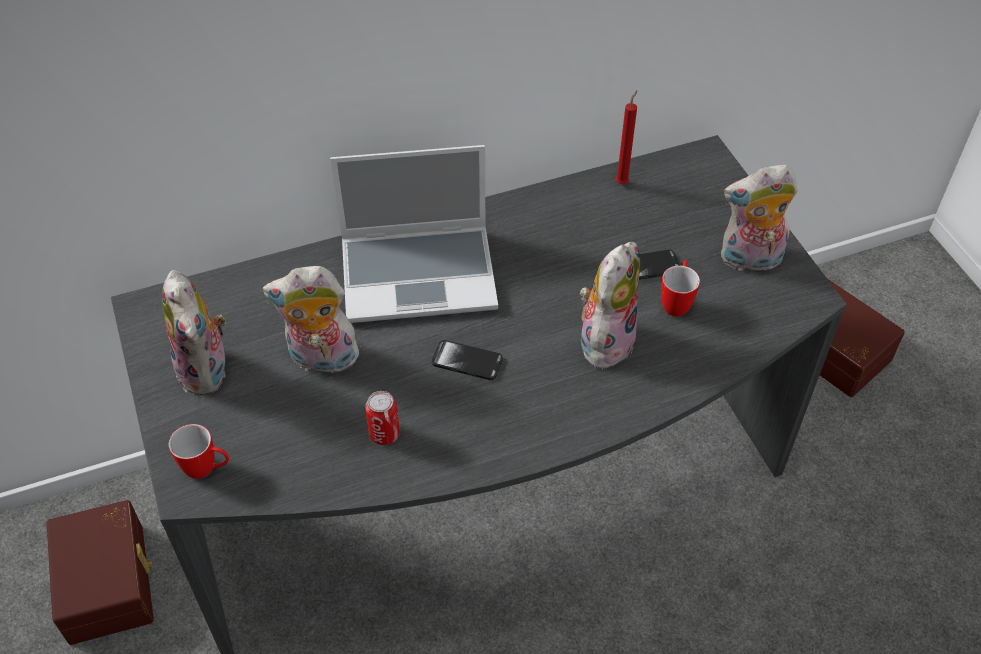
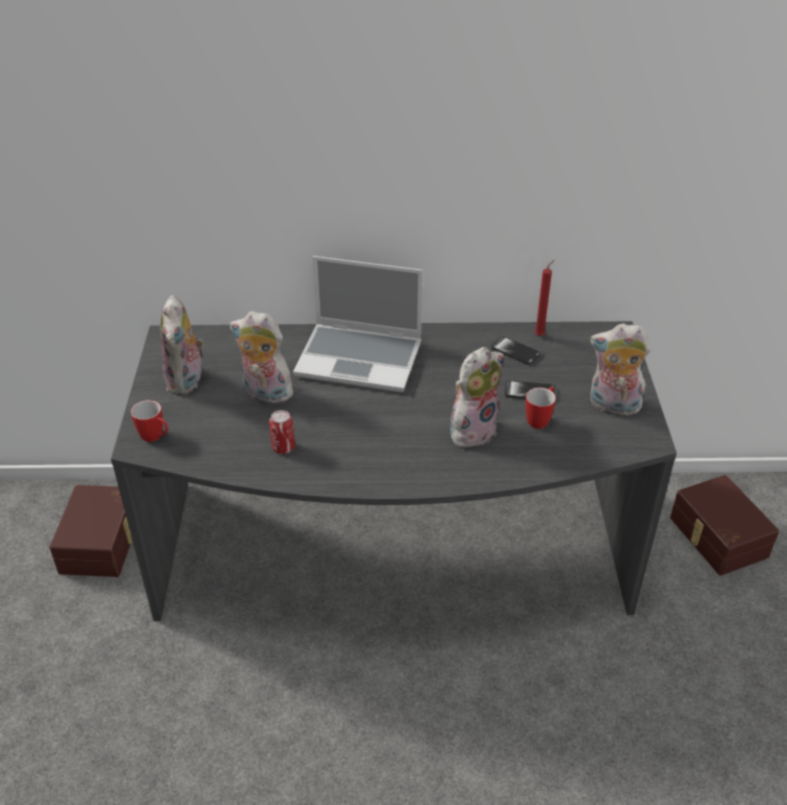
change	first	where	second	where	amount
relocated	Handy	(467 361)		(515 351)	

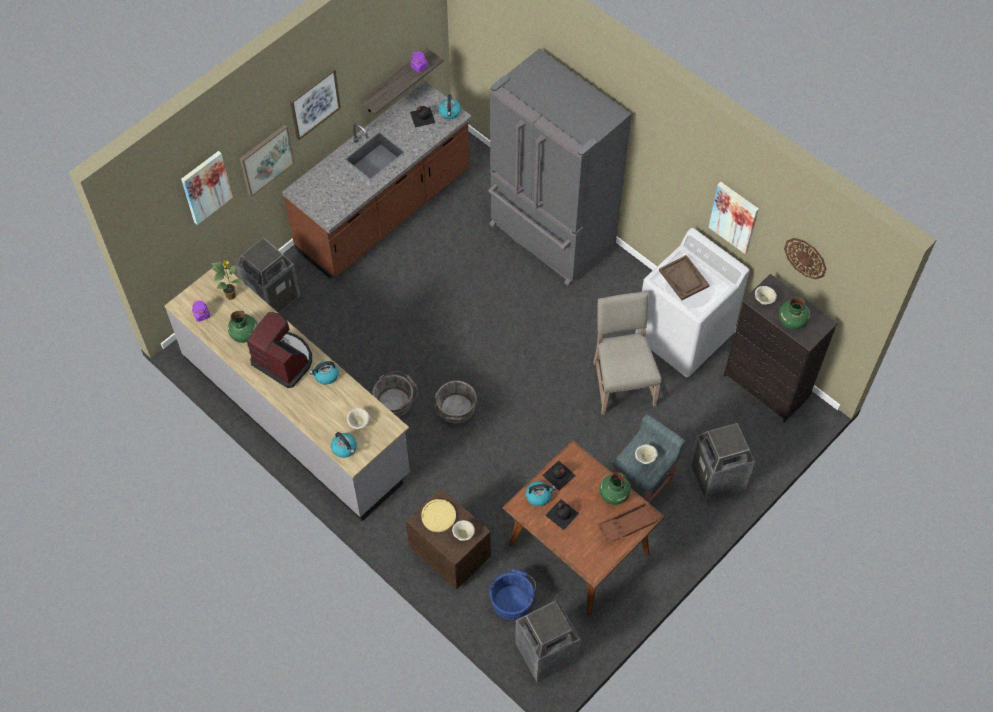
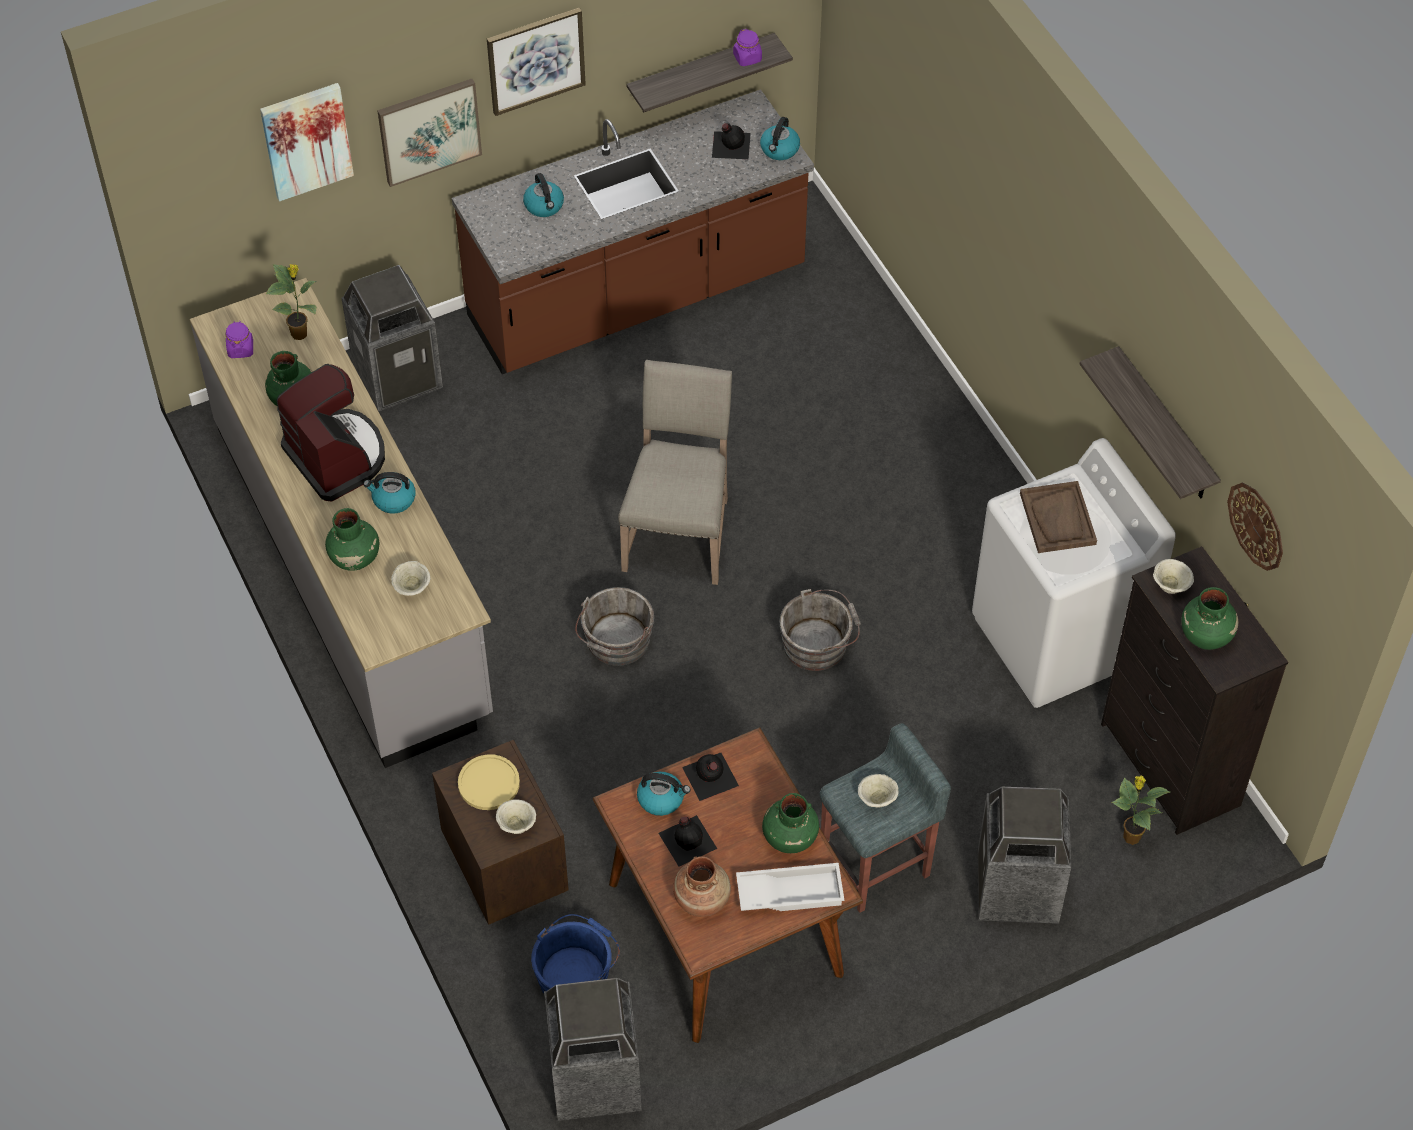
change	first	where	second	where	amount
missing	Kühlschrank (grau)	(550 237)			
exchanged	Bild	(734 217)	Wandregal	(1165 428)	
relocated	Stuhl (beige)	(621 382)		(679 532)	
relocated	Eimer (grau)	(396 402)		(818 644)	
relocated	Wasserkessel	(344 448)		(544 206)	
colour	Tablett (braun)	(626 524)	Tablett (weiß)	(790 891)	
appeared			Vase (grün)	(355 557)	
appeared			Topfpflanze	(1130 836)	
appeared			Vase (braun)	(702 899)	

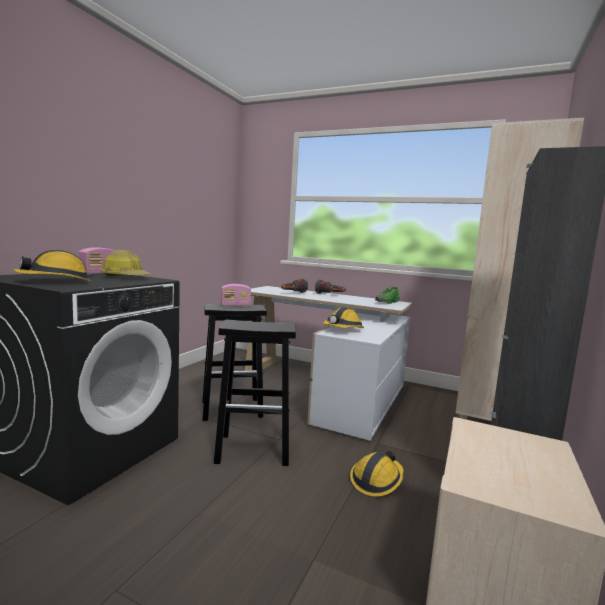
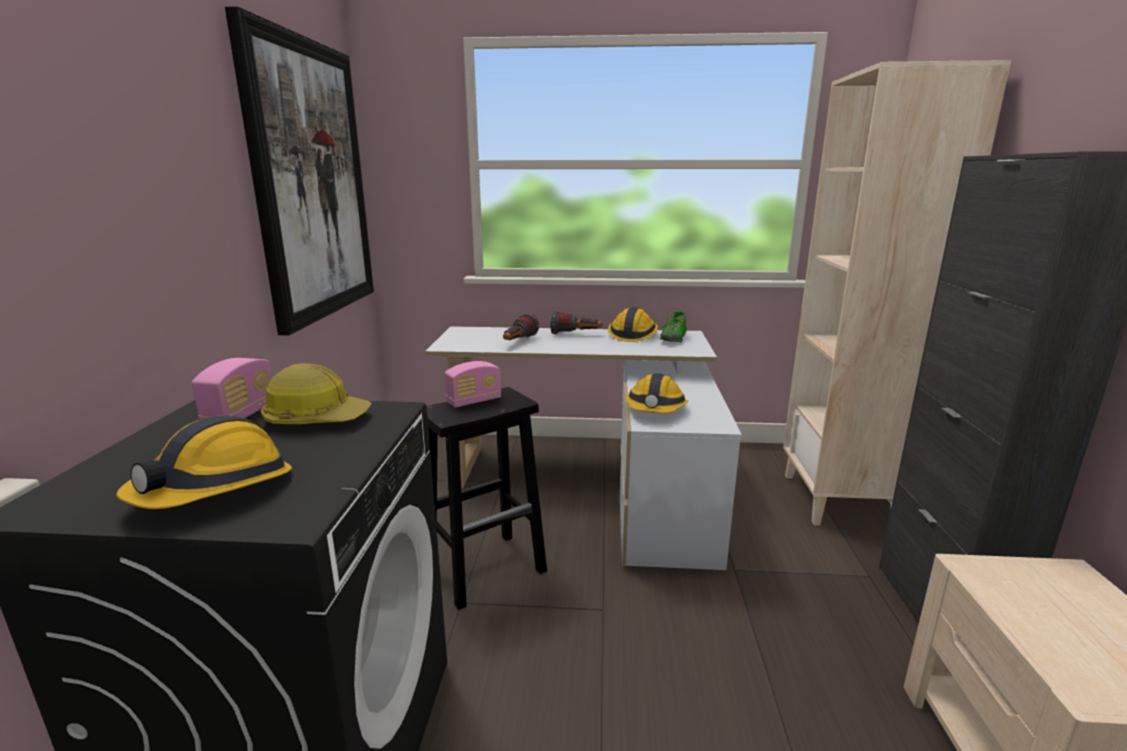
change	first	where	second	where	amount
missing	Hocker (schwarz)	(255 449)			
relocated	Schutzhelm	(377 480)		(633 334)	
appeared			Bild	(311 182)	

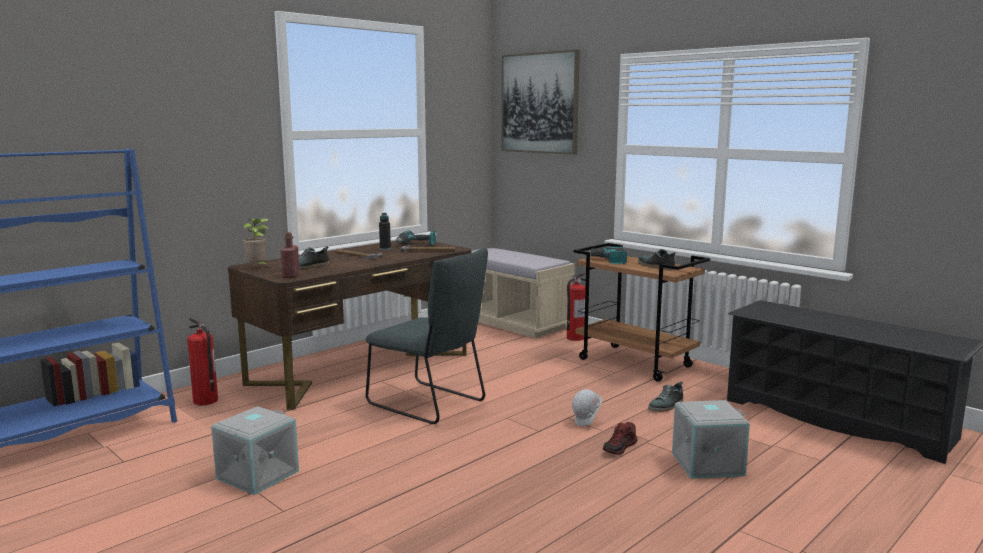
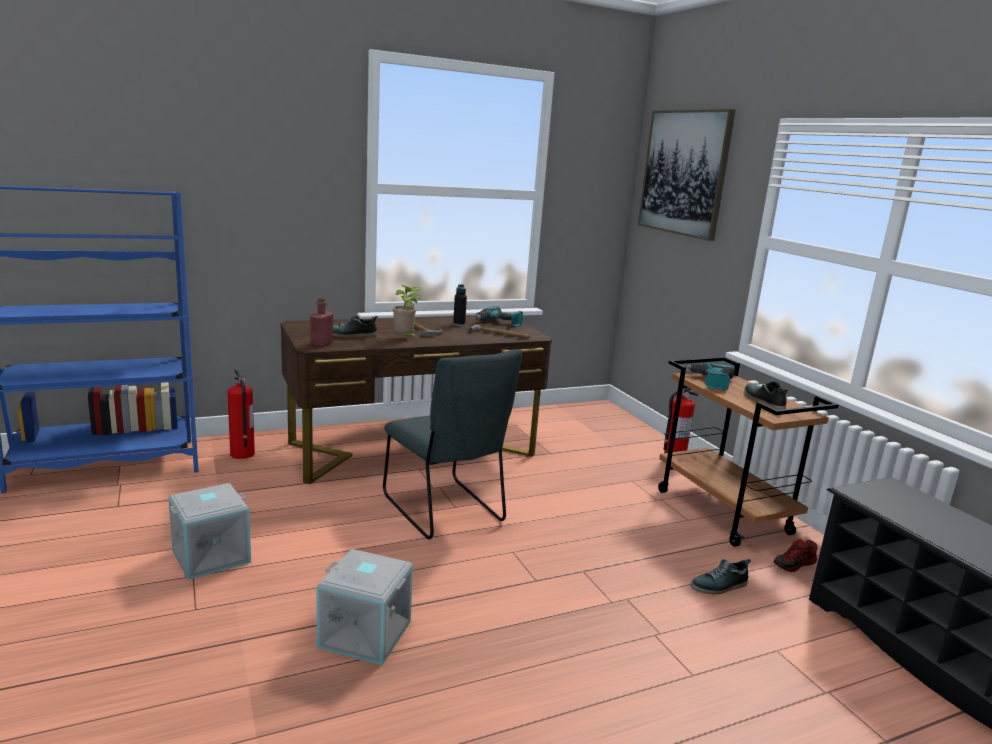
change	first	where	second	where	amount
relocated	Topfpflanze	(257 267)		(405 338)	
missing	Bank (beige)	(513 323)			
missing	Schutzhelm (weiß)	(587 423)			
relocated	Aufbewahrungsbox (grau)	(707 463)		(366 633)	
relocated	Schuh	(620 447)		(794 564)	

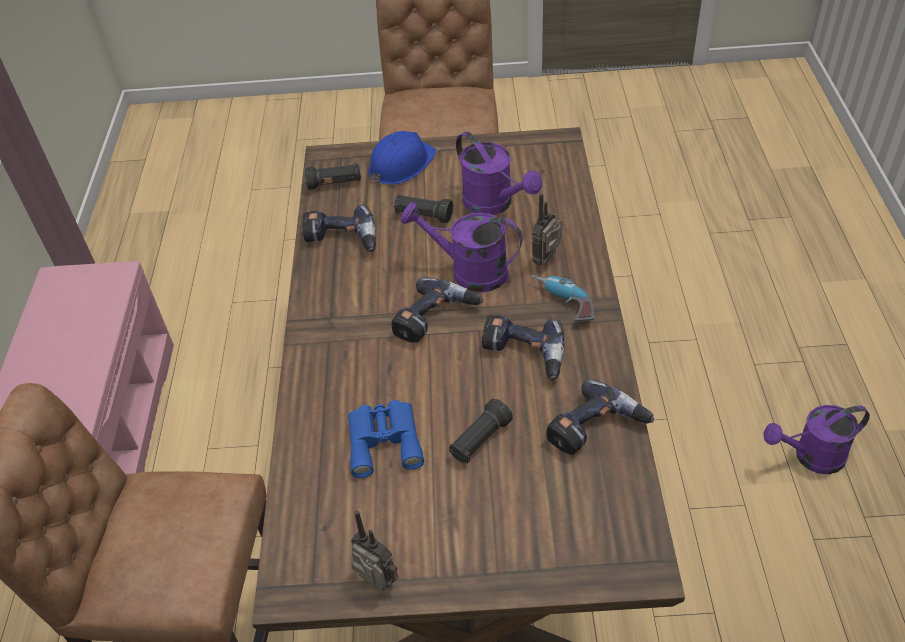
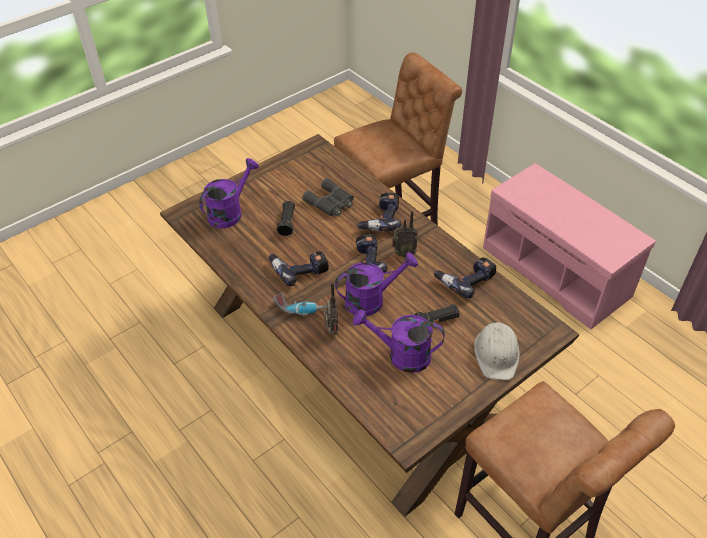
change	first	where	second	where	amount
colour	Schutzhelm (blau)	(401 164)	Schutzhelm (weiß)	(497 353)	
missing	Taschenlampe (schwarz)	(335 184)			
relocated	Bohrmaschine	(596 431)		(380 219)	
colour	Fernglas (blau)	(384 440)	Fernglas (grau)	(330 203)	
relocated	Gießkanne (lila)	(811 457)		(230 212)	
relocated	Radio	(377 584)		(403 253)	

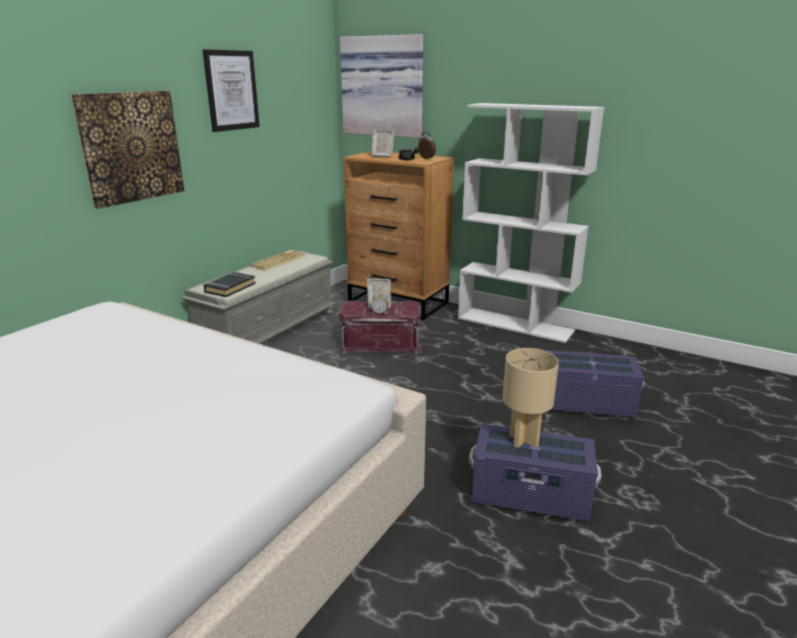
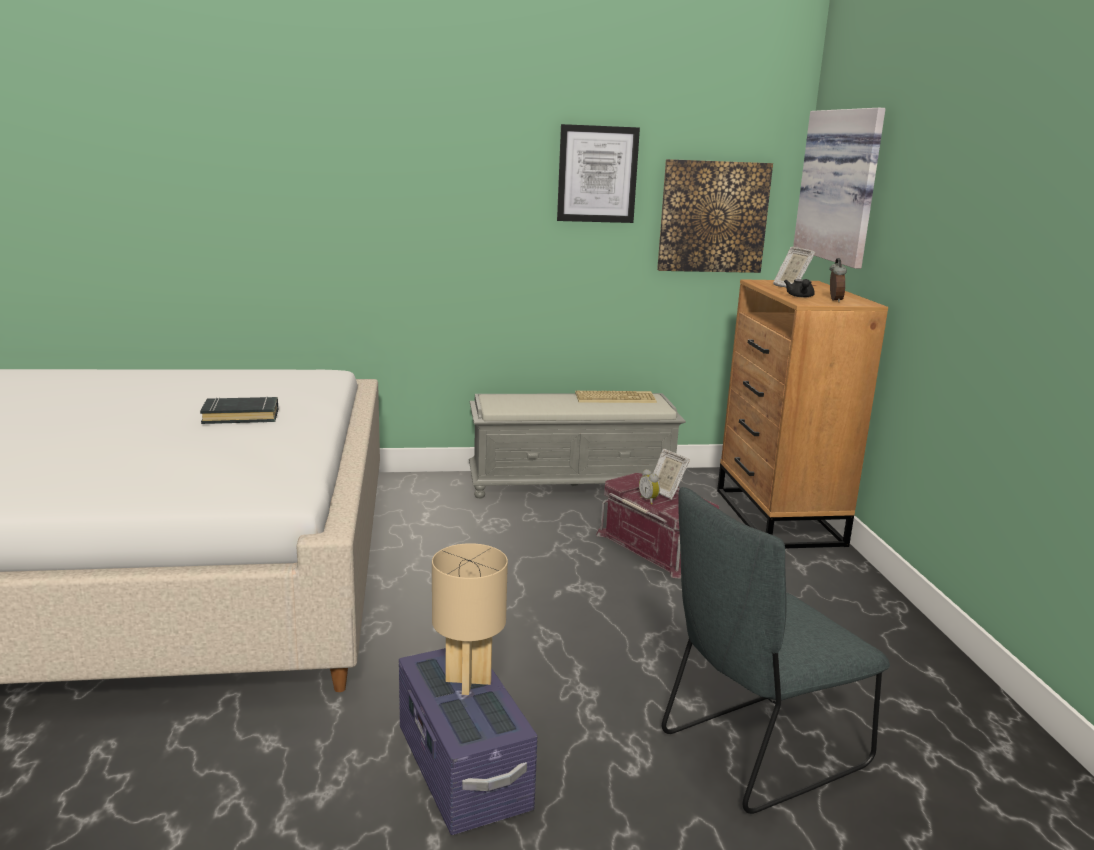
change	first	where	second	where	amount
relocated	Bild	(131 147)		(713 217)	
missing	Bücherregal (weiß)	(515 324)			
relocated	Buch (schwarz)	(230 288)		(241 416)	
exchanged	Aufbewahrungsbox (lila)	(586 403)	Stuhl (grau)	(756 752)	

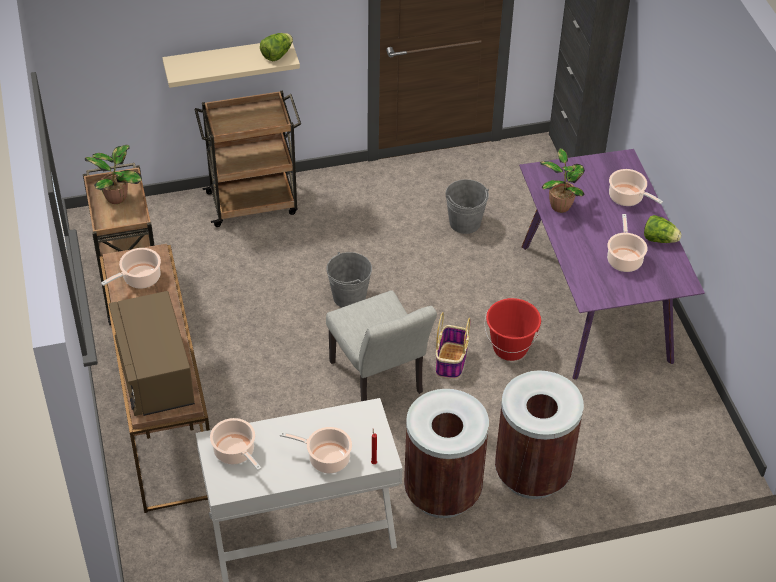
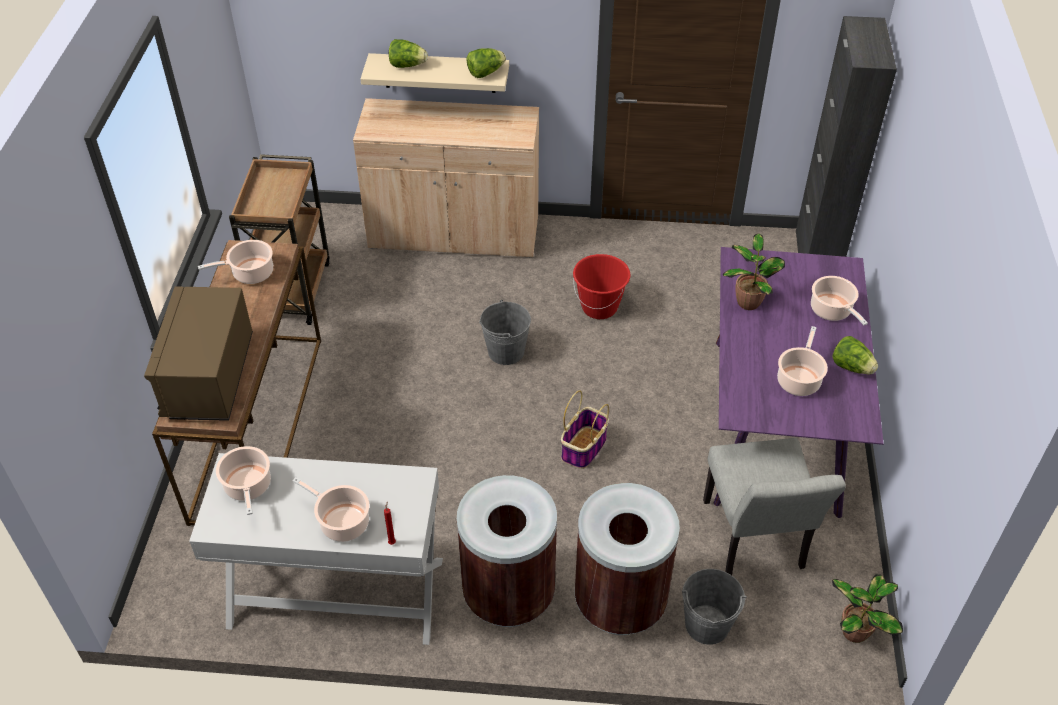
change	first	where	second	where	amount
exchanged	Rollwagen (braun)	(253 202)	Schrank (beige)	(454 233)	
relocated	Topfpflanze	(117 197)		(856 631)	
relocated	Eimer (grau)	(465 222)		(707 624)	
relocated	Stuhl (grau)	(379 382)		(755 542)	
relocated	Eimer (rot)	(510 348)		(599 307)	
appeared			Salatkopf	(407 65)	

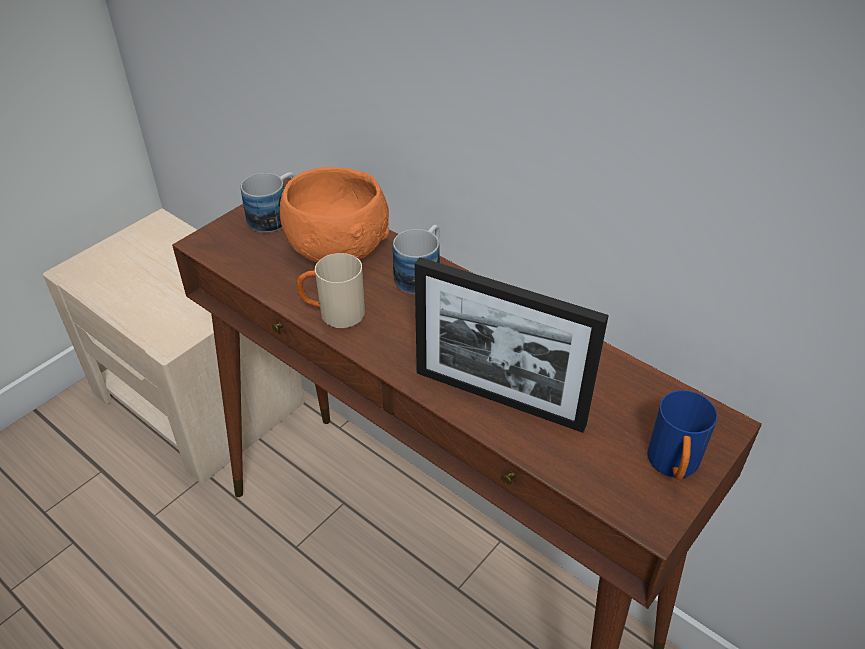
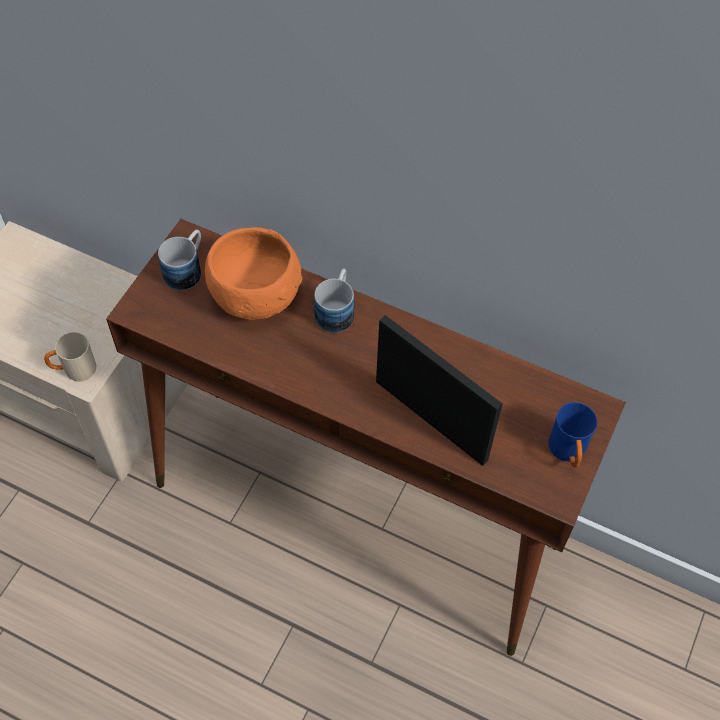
change	first	where	second	where	amount
relocated	Henkelbecher (beige)	(333 314)		(74 370)	
spun	Bilderrahmen	(499 398)		(430 420)	150 degrees counterclockwise

